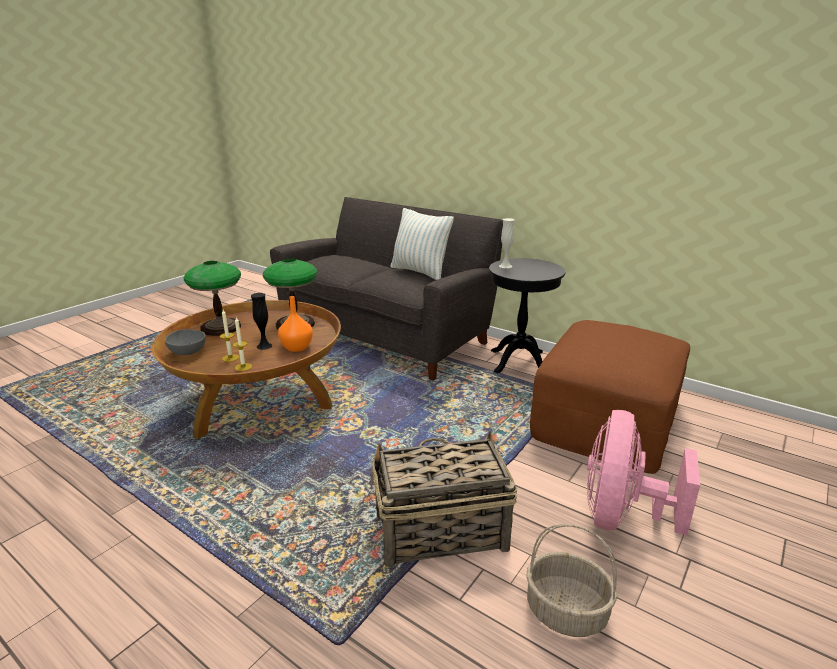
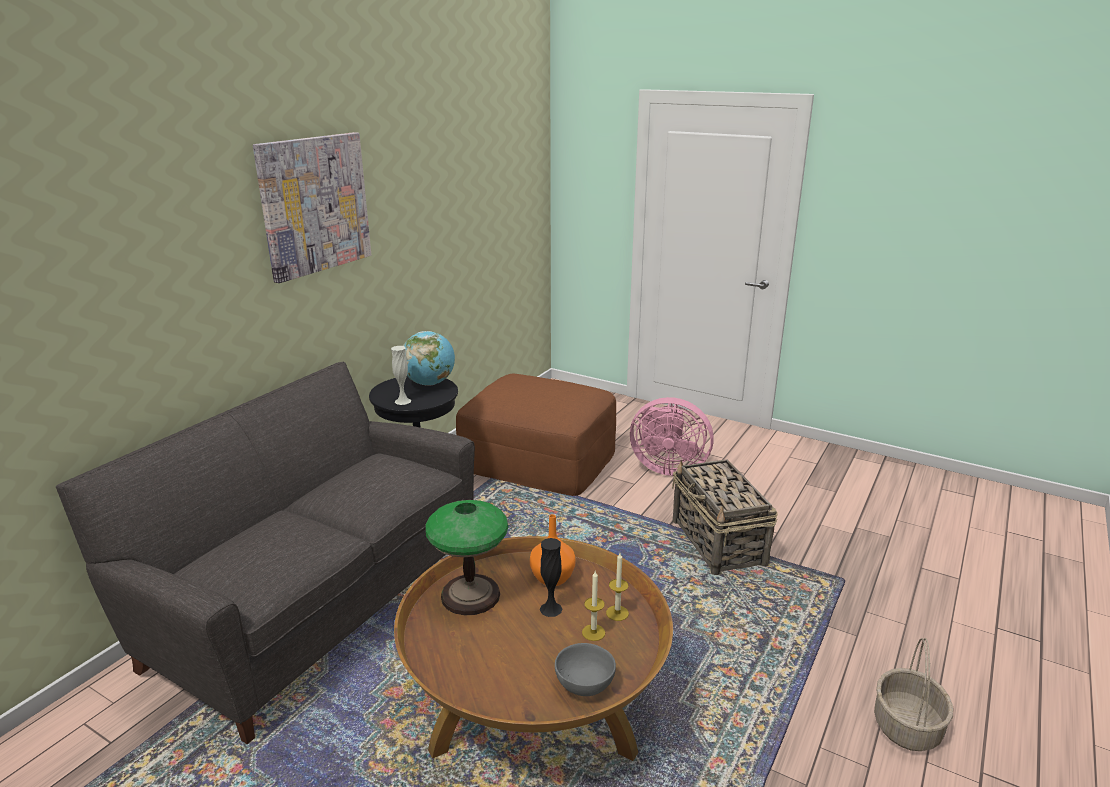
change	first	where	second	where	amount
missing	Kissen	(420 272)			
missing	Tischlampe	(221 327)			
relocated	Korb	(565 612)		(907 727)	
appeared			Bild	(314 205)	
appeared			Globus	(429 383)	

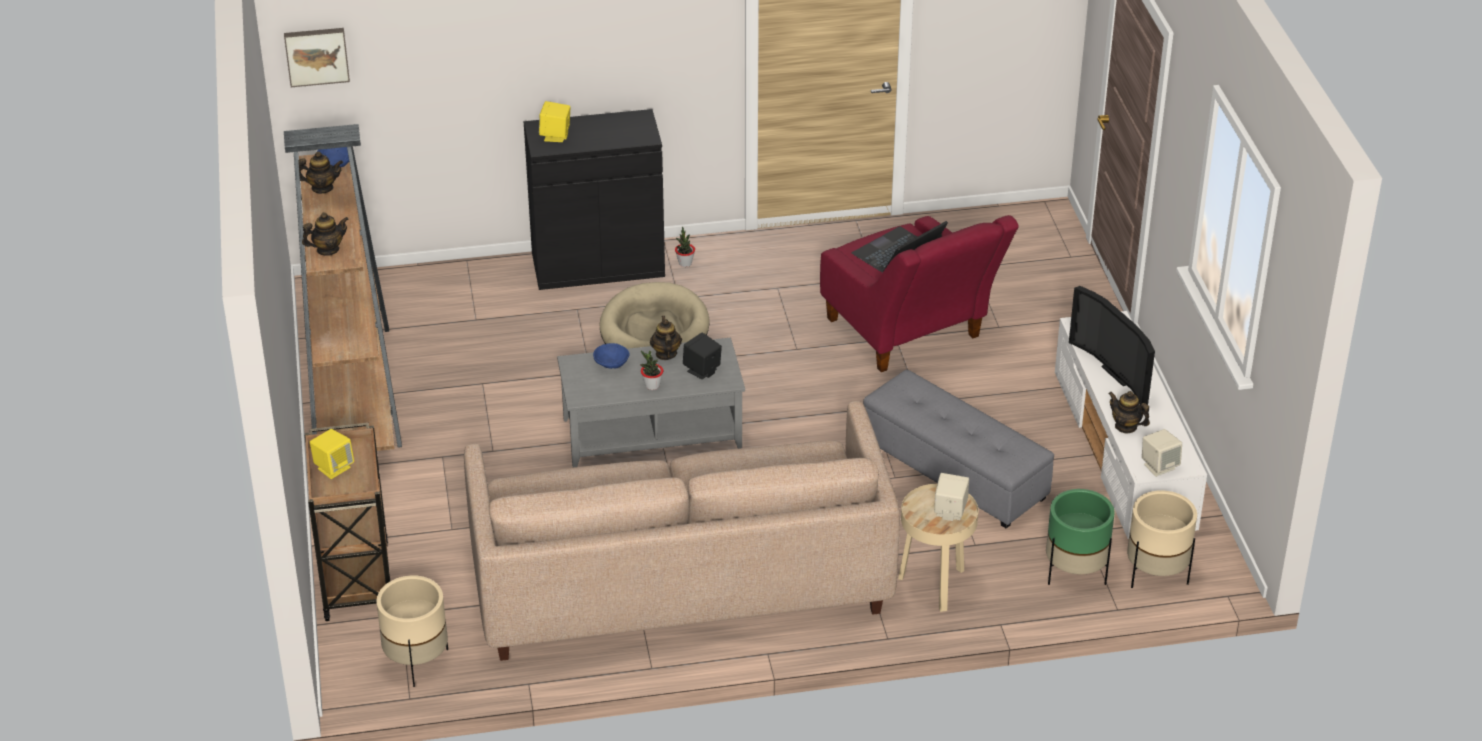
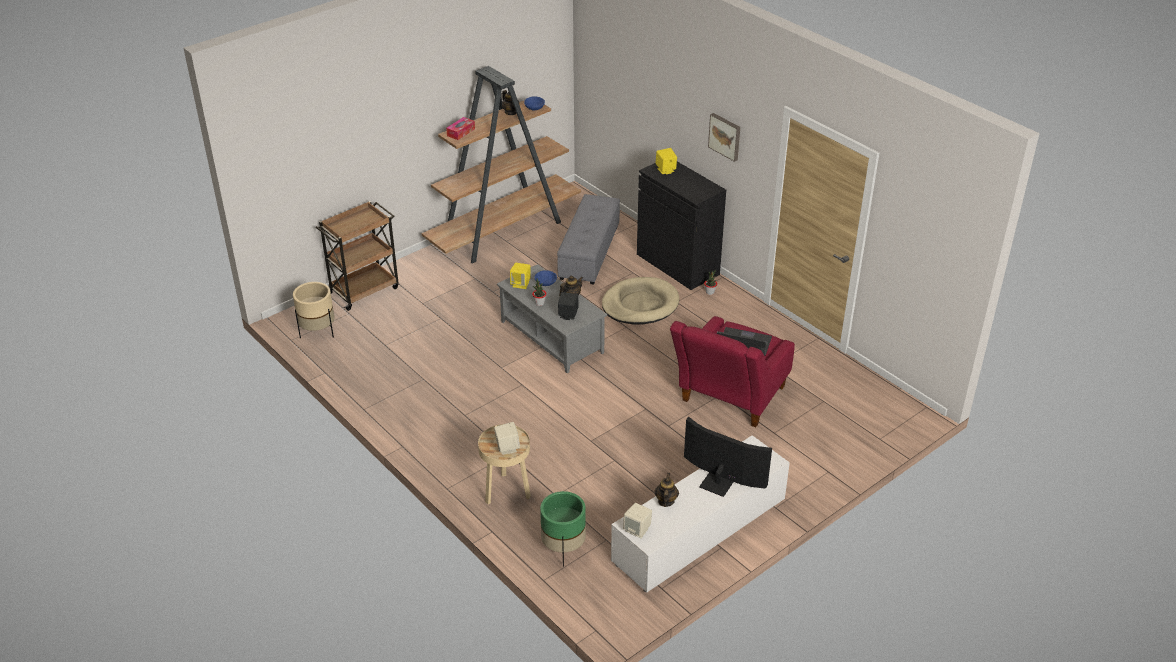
change	first	where	second	where	amount
relocated	Bild	(316 55)		(725 136)	
exchanged	Teekanne	(327 250)	Taschentuchbox	(461 132)	
spun	Fernseher	(1120 372)		(719 480)	90 degrees clockwise
relocated	Polsterhocker (grau)	(955 470)		(589 252)	
missing	Sofa (beige)	(679 582)			
relocated	Lautsprecher (gelb)	(334 468)		(521 284)	
missing	Pflanzkübel (beige)	(1156 574)			

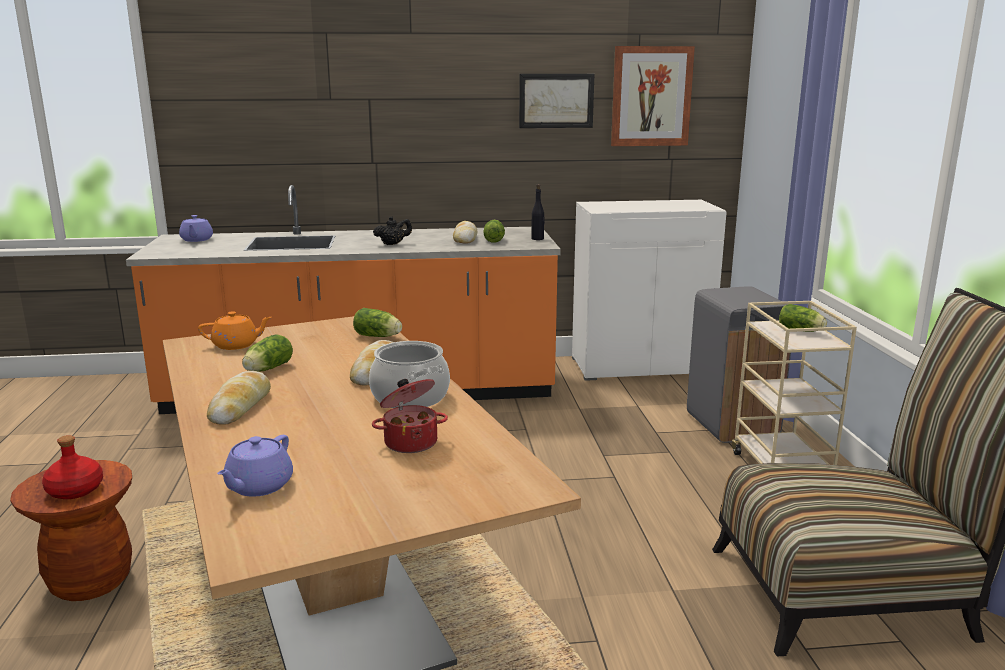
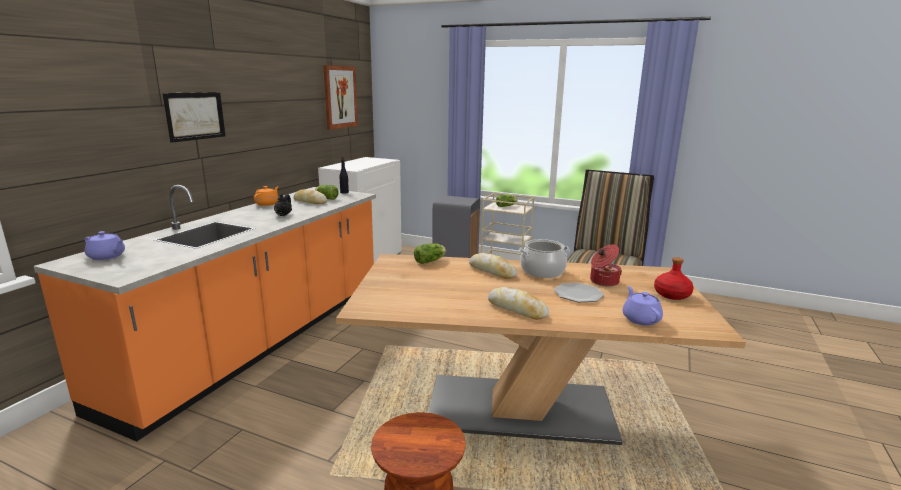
change	first	where	second	where	amount
relocated	Bild	(556 101)		(195 116)	
relocated	Teekanne (orange)	(236 345)		(267 204)	
missing	Salatkopf	(266 369)			
relocated	Flasche (rot)	(76 490)		(672 294)	
spun	Teekanne (lila)	(258 486)		(640 319)	150 degrees counterclockwise
appeared			Teller	(578 294)	

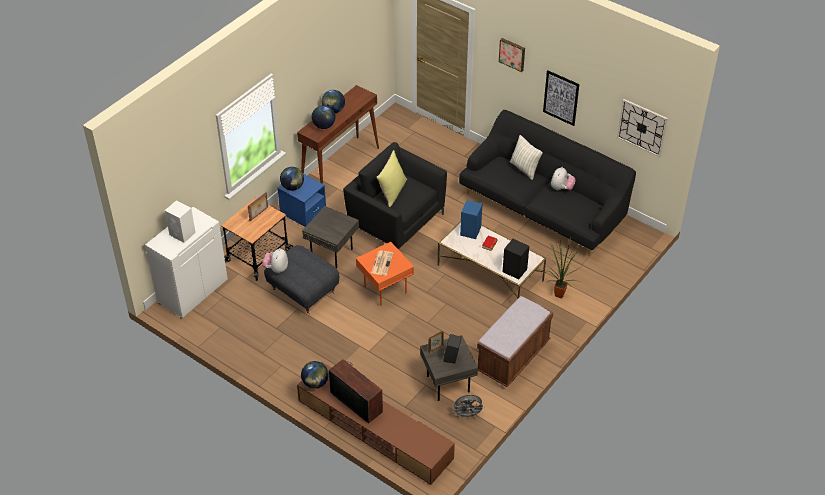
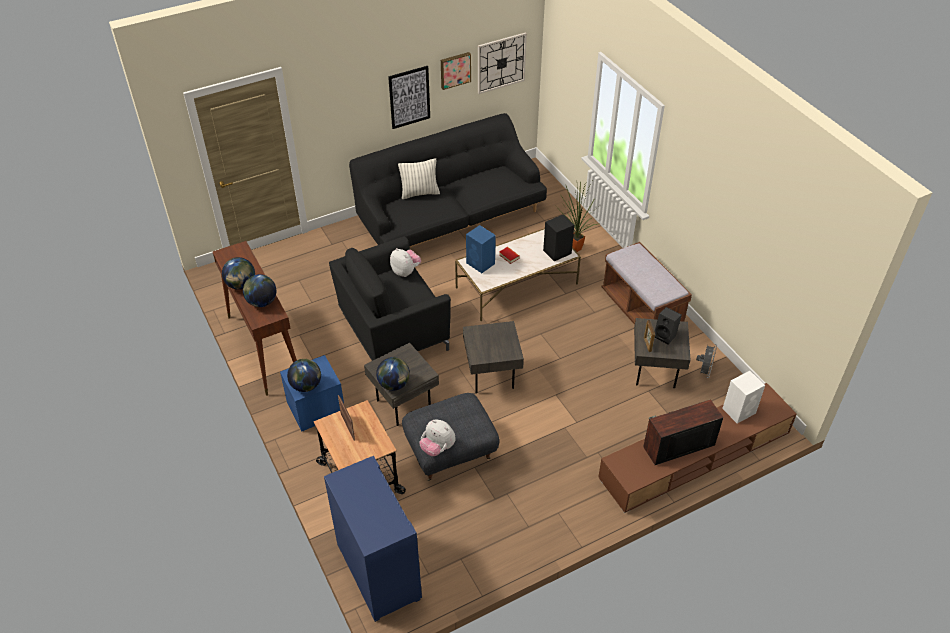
change	first	where	second	where	amount
relocated	Bild	(512 54)		(455 70)	
missing	Kissen (gelb)	(392 191)			
relocated	Plüschtier	(561 188)		(406 271)	
relocated	Lautsprecher (weiß)	(183 234)		(739 410)	
colour	Schrank (weiß)	(192 291)	Schrank (blau)	(377 571)	
colour	Beistelltisch (orange)	(385 291)	Beistelltisch (grau)	(493 377)	
missing	Zeitung	(382 263)			
relocated	Globus	(315 383)		(394 384)	

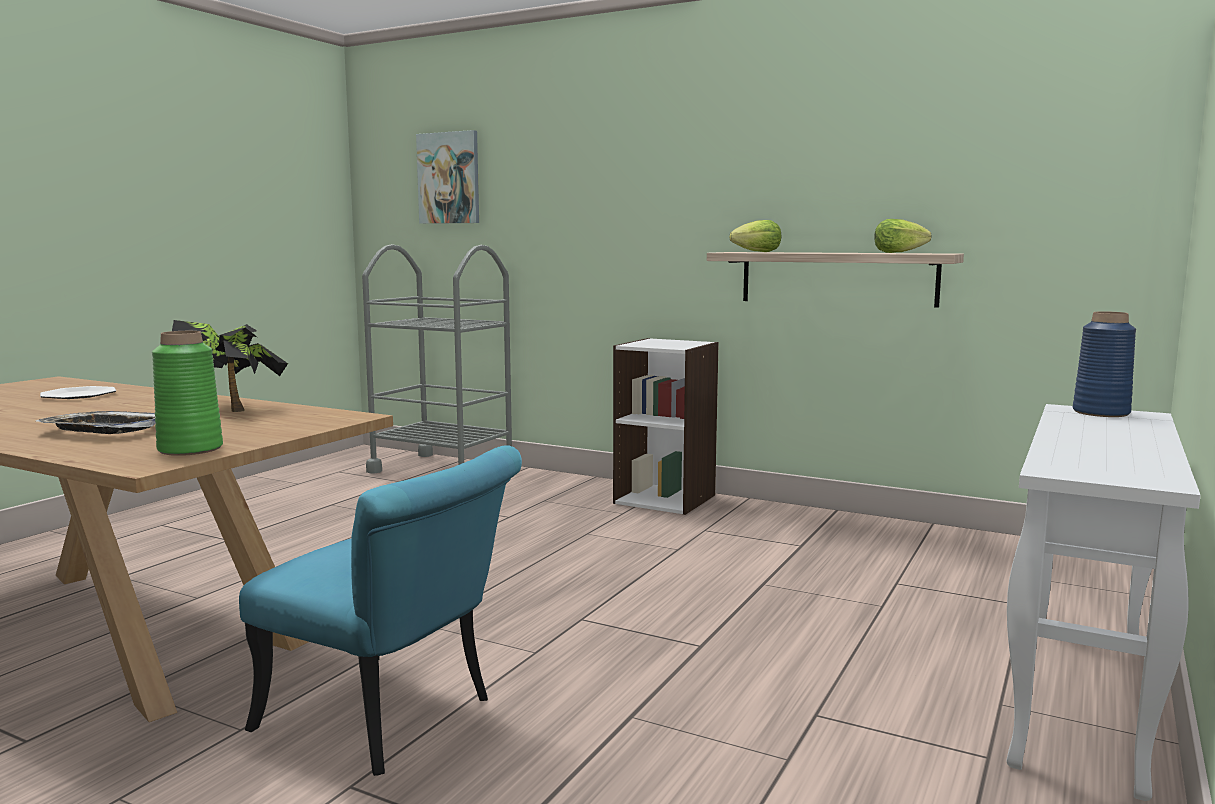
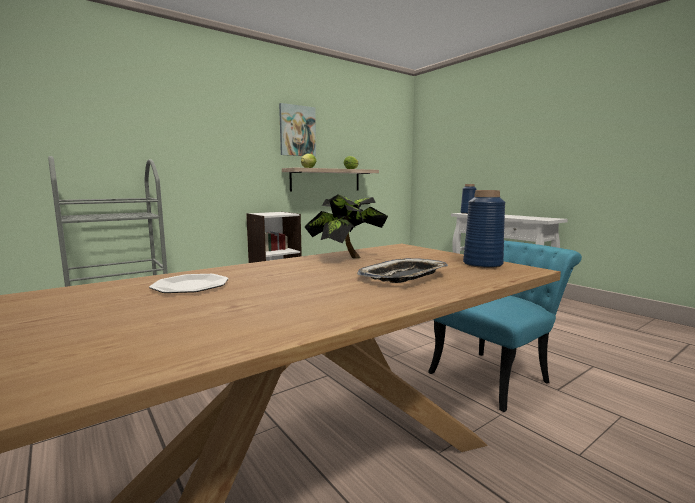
change	first	where	second	where	amount
relocated	Bild	(449 178)		(297 131)	
colour	Vase (grün)	(190 449)	Vase (blau)	(483 264)	

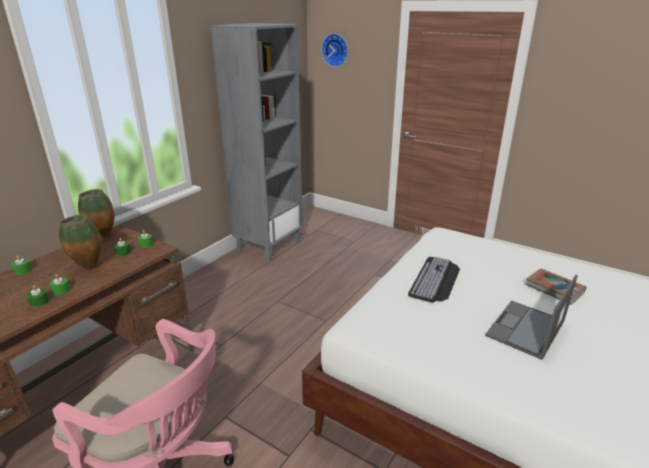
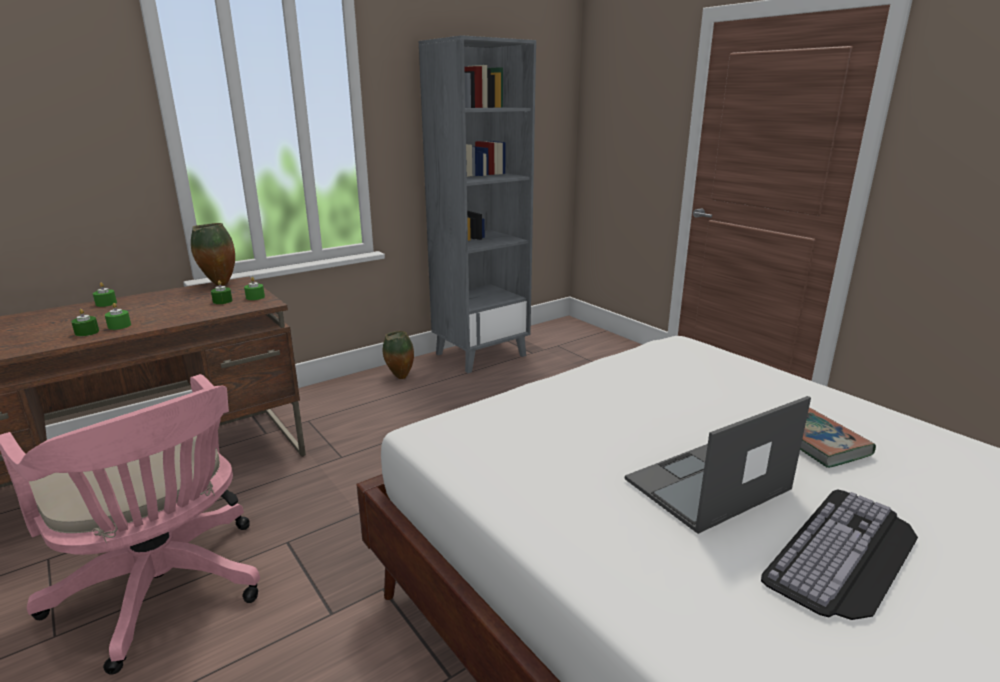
change	first	where	second	where	amount
missing	Wanduhr	(335 50)			
relocated	Vase	(88 268)		(399 378)	
relocated	Tastatur	(436 280)		(847 554)	

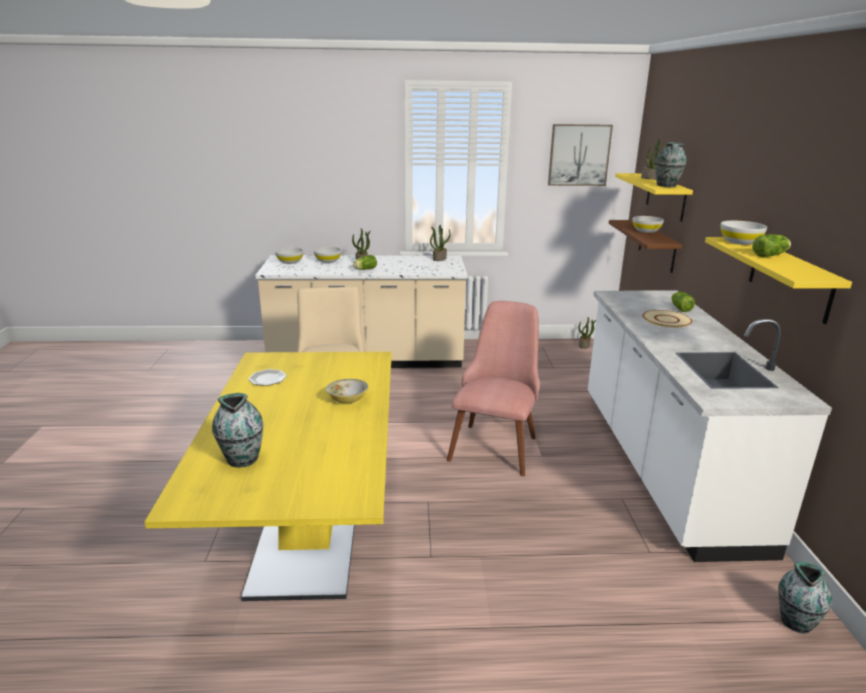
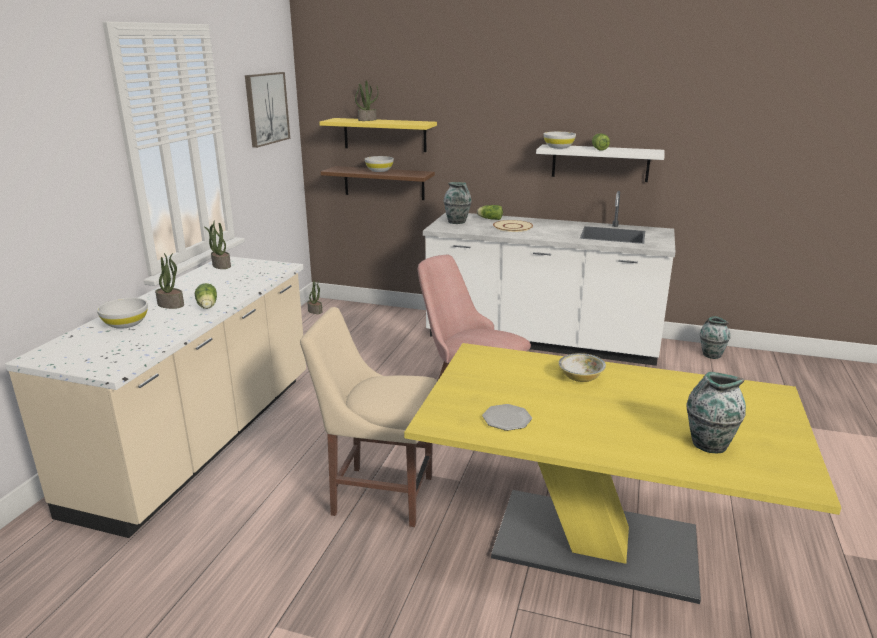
change	first	where	second	where	amount
relocated	Vase	(666 186)		(457 222)	
colour	Wandregal (gelb)	(789 278)	Wandregal (weiß)	(600 163)	
missing	Schüssel (weiß)	(290 262)			

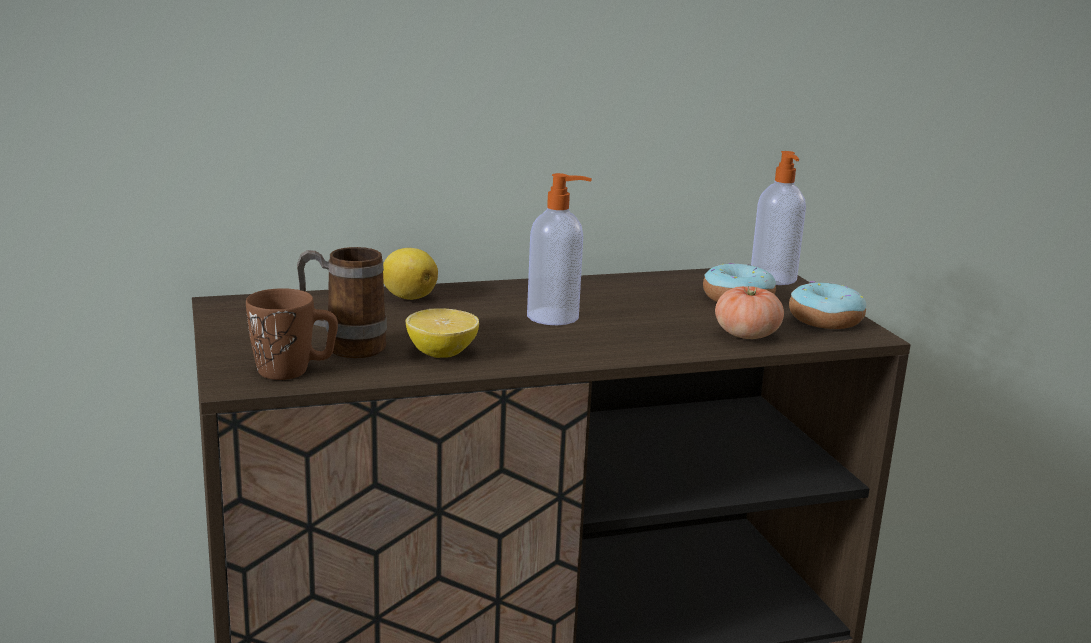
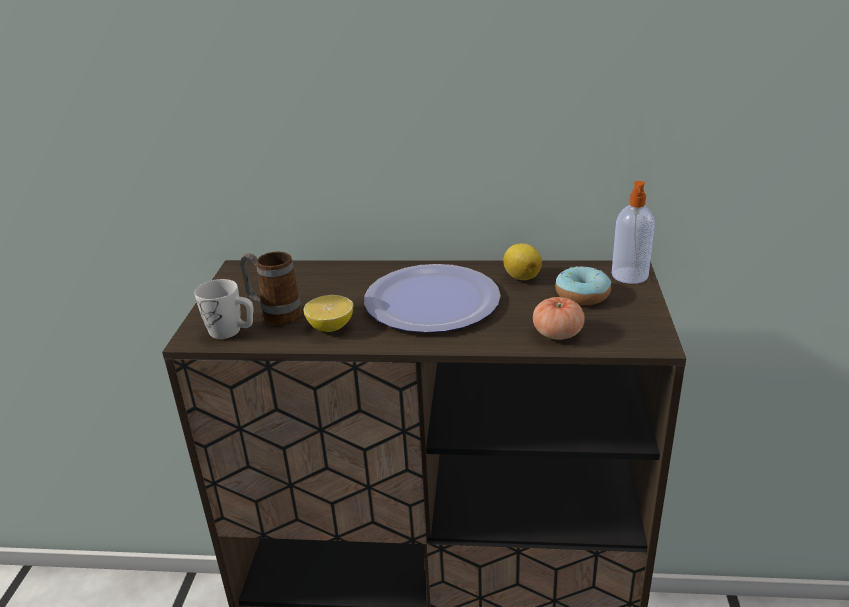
change	first	where	second	where	amount
exchanged	Seifenspender	(555 317)	Teller	(432 301)	
relocated	Zitrone	(408 297)		(521 276)	
missing	Donut	(825 320)			
colour	Henkelbecher (braun)	(294 370)	Henkelbecher (weiß)	(231 332)	

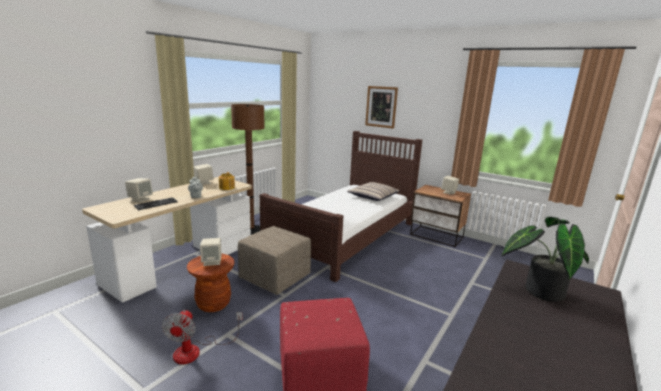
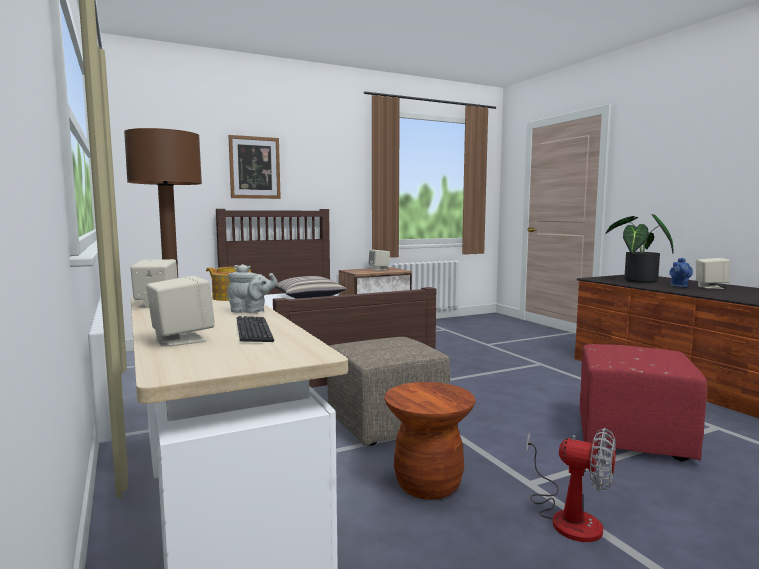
change	first	where	second	where	amount
relocated	Lautsprecher (beige)	(212 262)		(710 287)	
appeared			Teekanne (blau)	(679 286)	

